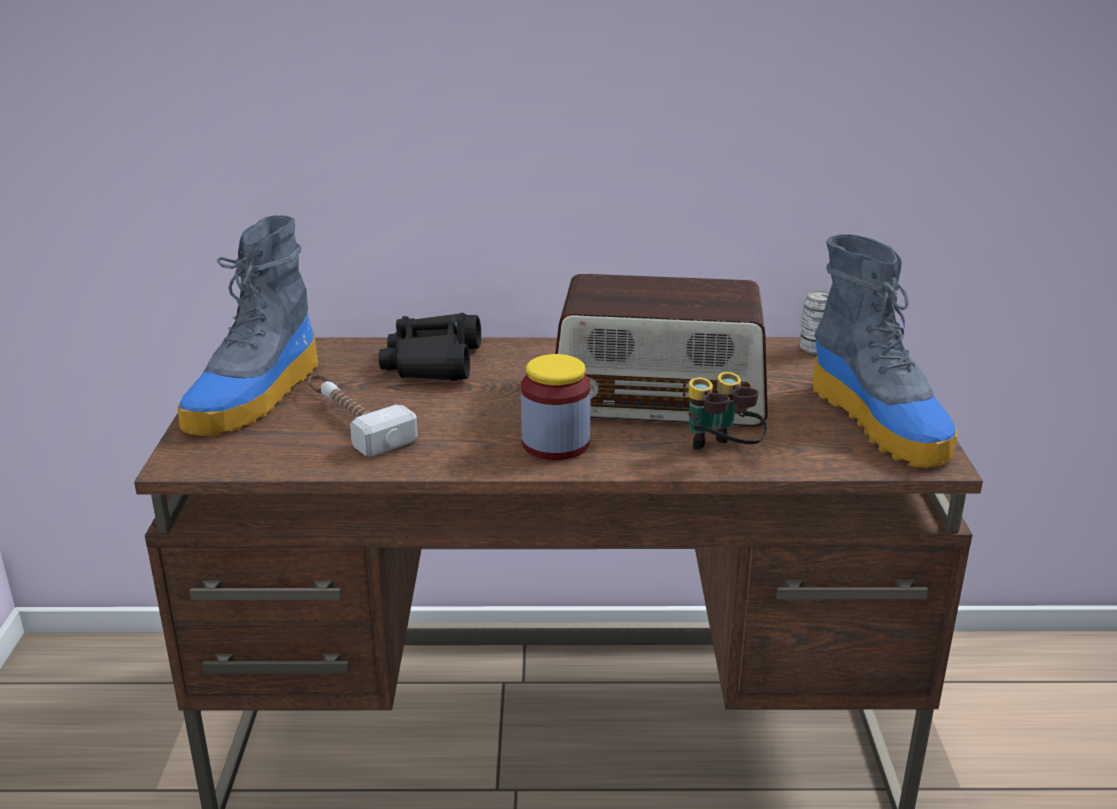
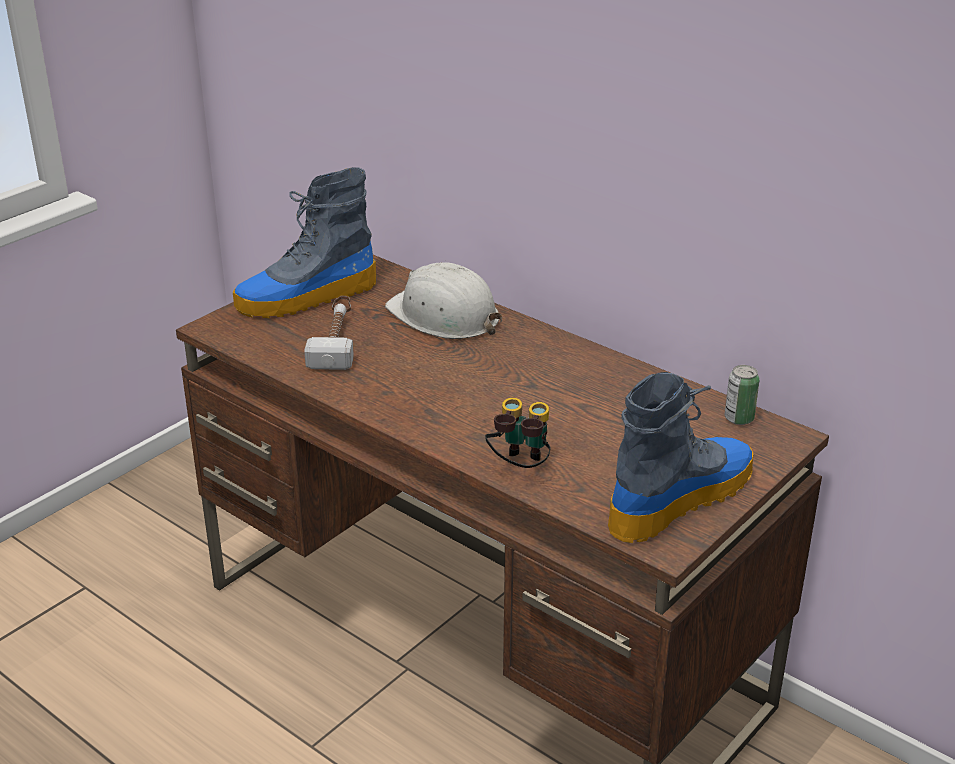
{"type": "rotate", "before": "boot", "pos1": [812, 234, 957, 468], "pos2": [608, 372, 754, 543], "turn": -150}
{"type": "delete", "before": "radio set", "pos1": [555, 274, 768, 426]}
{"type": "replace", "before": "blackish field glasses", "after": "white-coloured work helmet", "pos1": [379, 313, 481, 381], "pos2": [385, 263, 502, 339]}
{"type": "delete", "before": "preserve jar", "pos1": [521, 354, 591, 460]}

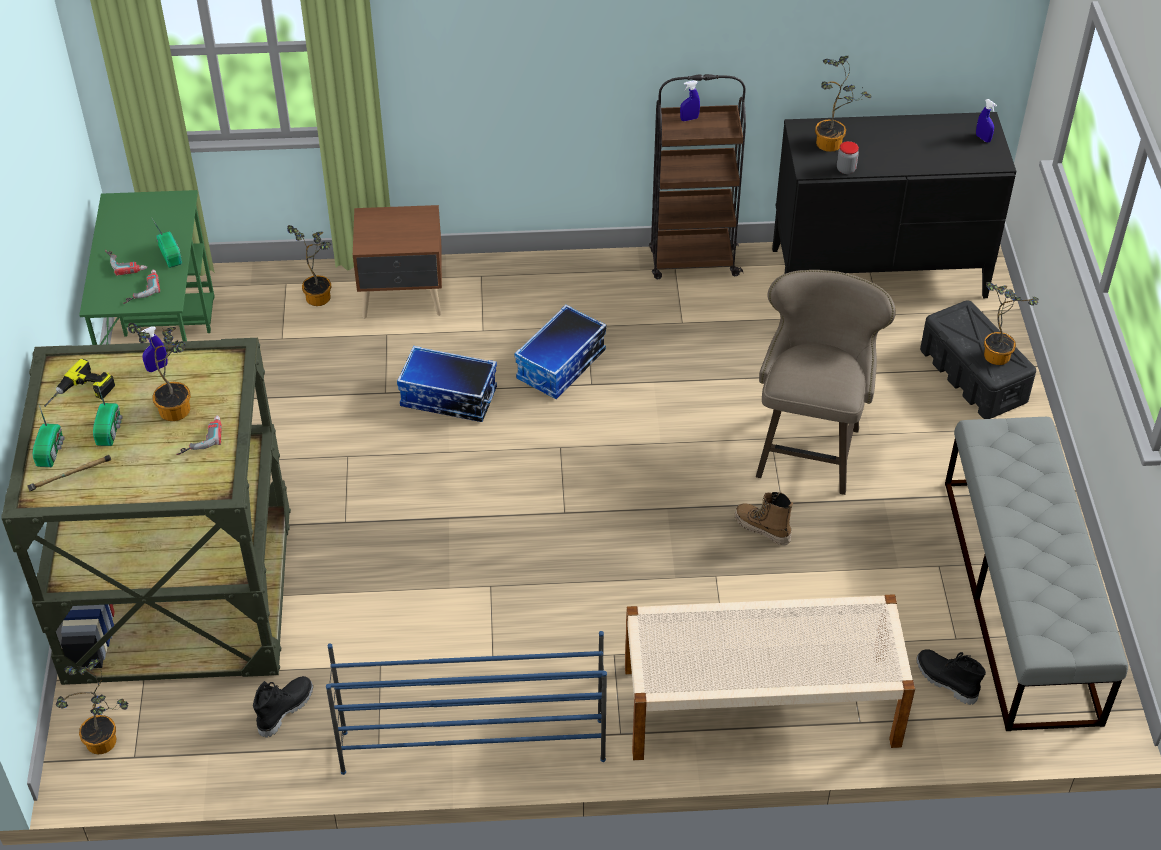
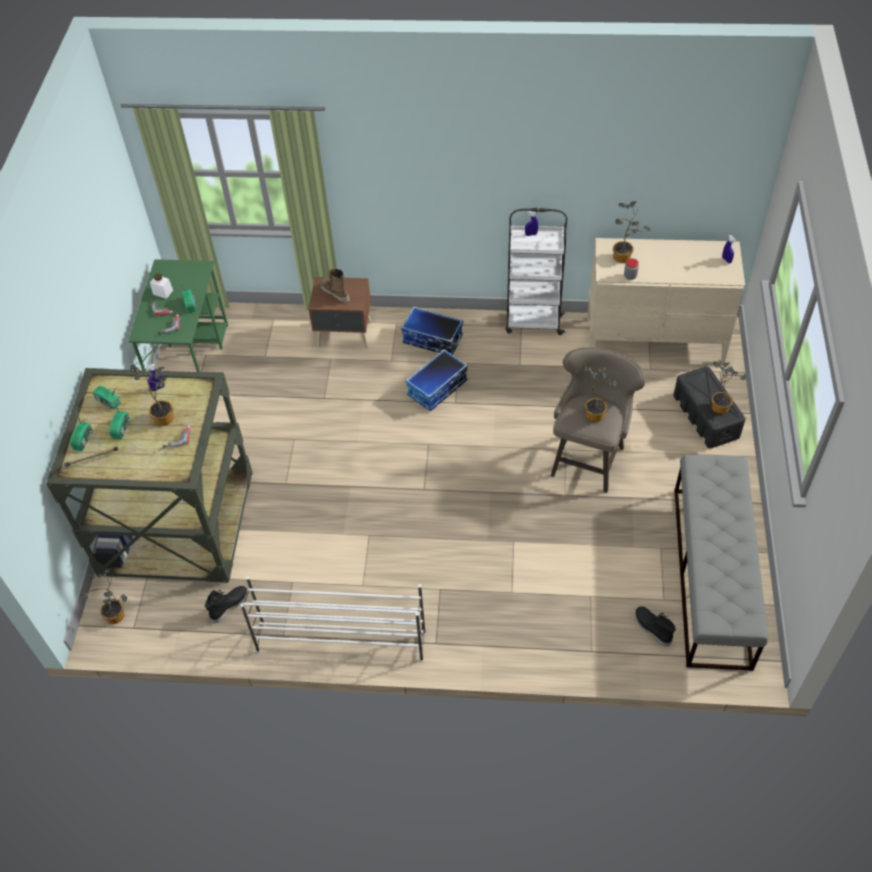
{"type": "recolor", "before": "brownish wheeled cart", "after": "white-coloured wheeled cart", "pos1": [649, 74, 746, 279], "pos2": [505, 208, 567, 335]}
{"type": "recolor", "before": "blackish cabinet", "after": "beige-coloured cabinet", "pos1": [772, 112, 1016, 298], "pos2": [587, 238, 745, 363]}
{"type": "move", "before": "potted plant", "pos1": [287, 225, 331, 306], "pos2": [583, 364, 617, 422]}
{"type": "move", "before": "storage box", "pos1": [397, 346, 497, 422], "pos2": [401, 307, 463, 355]}
{"type": "replace", "before": "electric drill", "after": "radio set", "pos1": [44, 359, 115, 407], "pos2": [93, 386, 121, 410]}
{"type": "move", "before": "boot", "pos1": [734, 492, 793, 545], "pos2": [320, 269, 350, 303]}
{"type": "delete", "before": "beige-coloured long seat", "pos1": [625, 594, 915, 760]}
{"type": "recolor", "before": "bluish shoe rack", "after": "white-coloured shoe rack", "pos1": [326, 631, 607, 775], "pos2": [240, 576, 426, 661]}
{"type": "insert", "after": "white-coloured preserve jar", "pos2": [150, 274, 173, 299]}

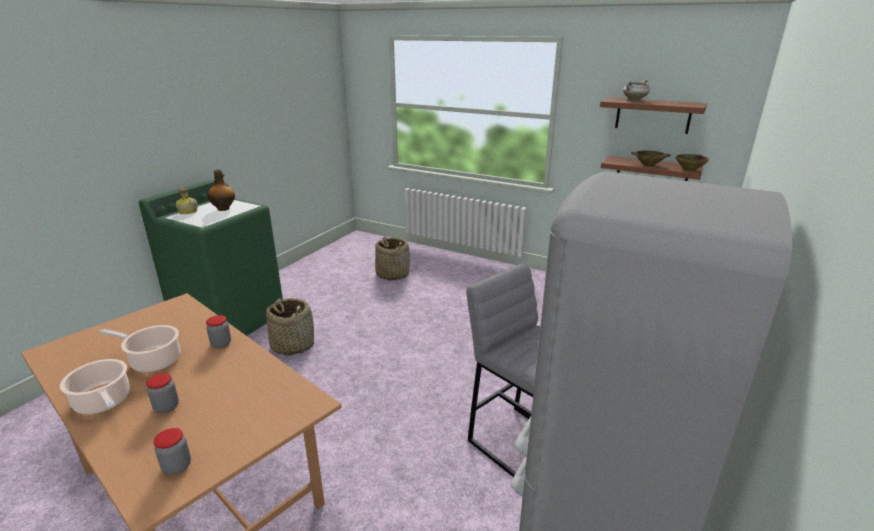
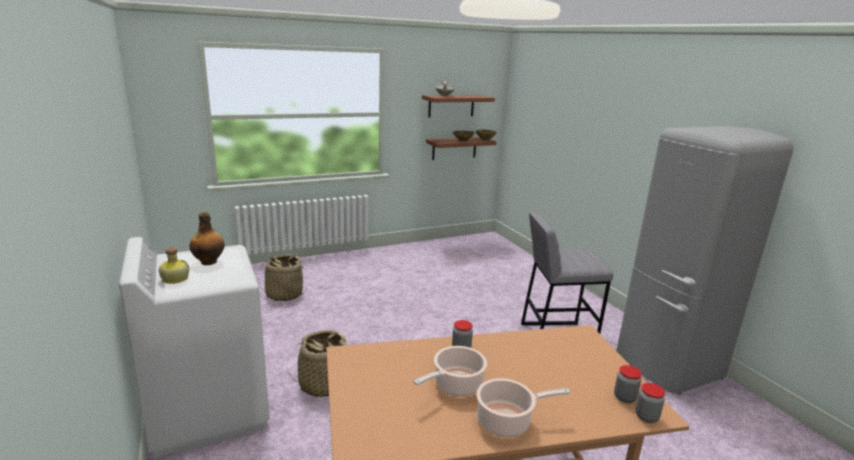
{"type": "recolor", "before": "green-coloured laundry appliance", "after": "white-coloured laundry appliance", "pos1": [139, 180, 283, 336], "pos2": [119, 237, 270, 458]}
{"type": "move", "before": "preserve jar", "pos1": [146, 373, 179, 413], "pos2": [635, 383, 665, 423]}

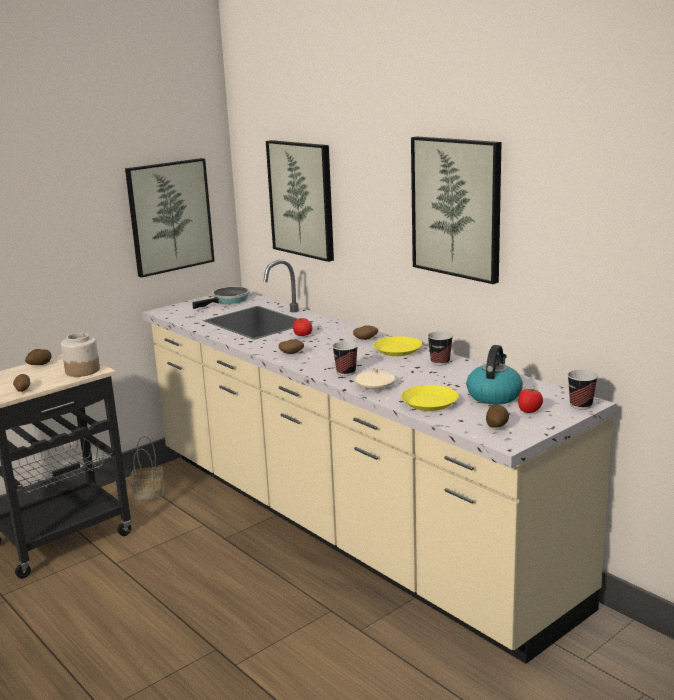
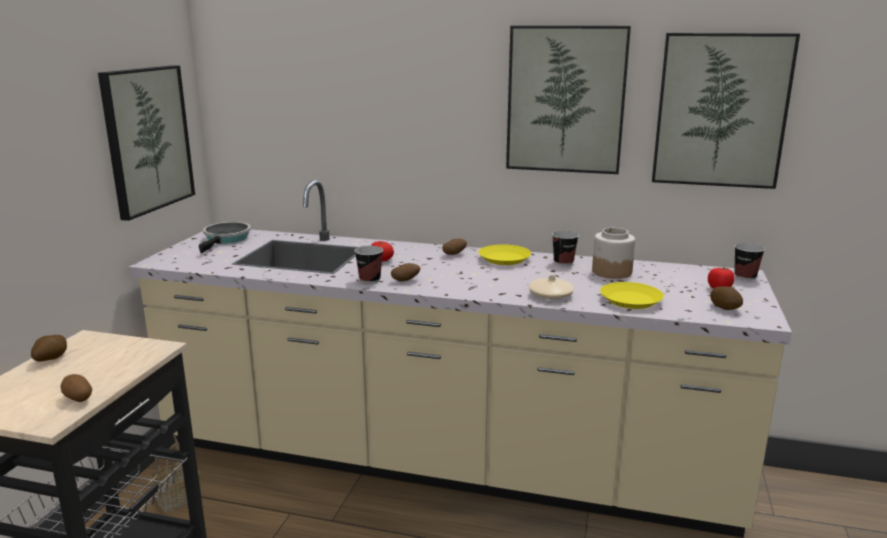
{"type": "move", "before": "wall picture", "pos1": [266, 140, 334, 262], "pos2": [652, 33, 800, 189]}
{"type": "move", "before": "preserve jar", "pos1": [61, 333, 100, 377], "pos2": [592, 228, 635, 279]}
{"type": "move", "before": "cup", "pos1": [332, 341, 358, 376], "pos2": [354, 246, 383, 284]}
{"type": "delete", "before": "water kettle", "pos1": [466, 345, 523, 404]}

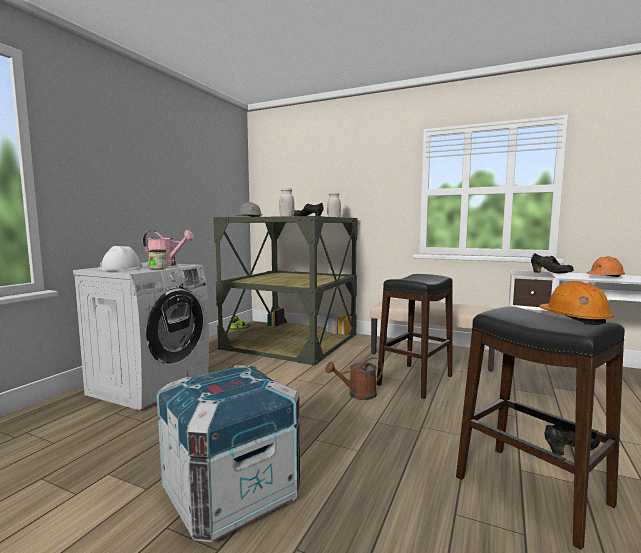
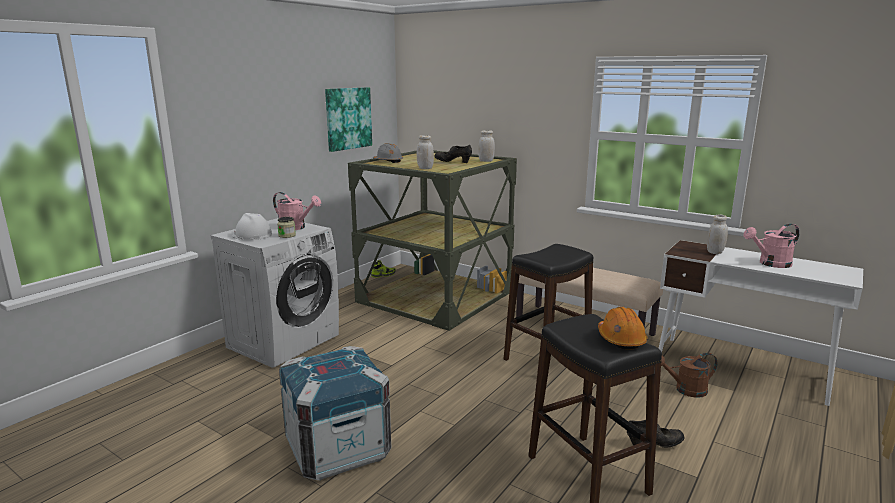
{"type": "replace", "before": "blackish item of footwear", "after": "white-coloured preserve jar", "pos1": [531, 253, 574, 273], "pos2": [707, 215, 728, 254]}
{"type": "replace", "before": "orange work helmet", "after": "pink-coloured watering can", "pos1": [587, 256, 625, 277], "pos2": [743, 224, 800, 268]}
{"type": "move", "before": "brownish watering can", "pos1": [326, 357, 383, 400], "pos2": [661, 353, 717, 398]}
{"type": "insert", "after": "wall picture", "pos2": [325, 87, 372, 152]}

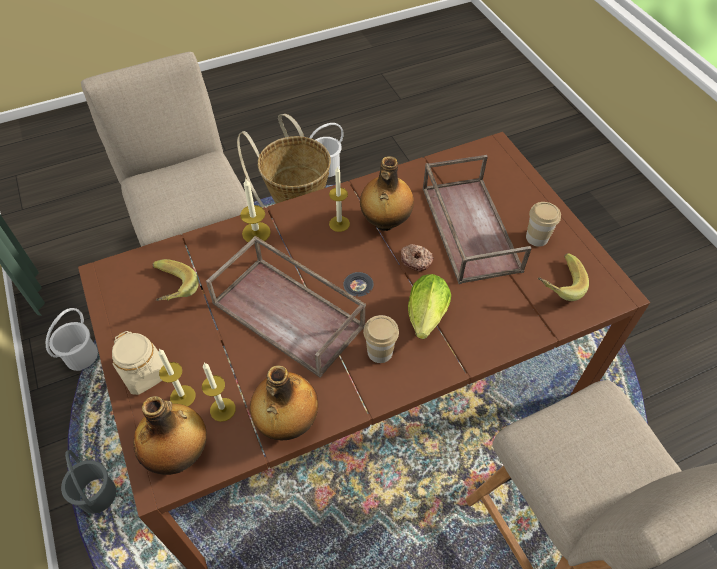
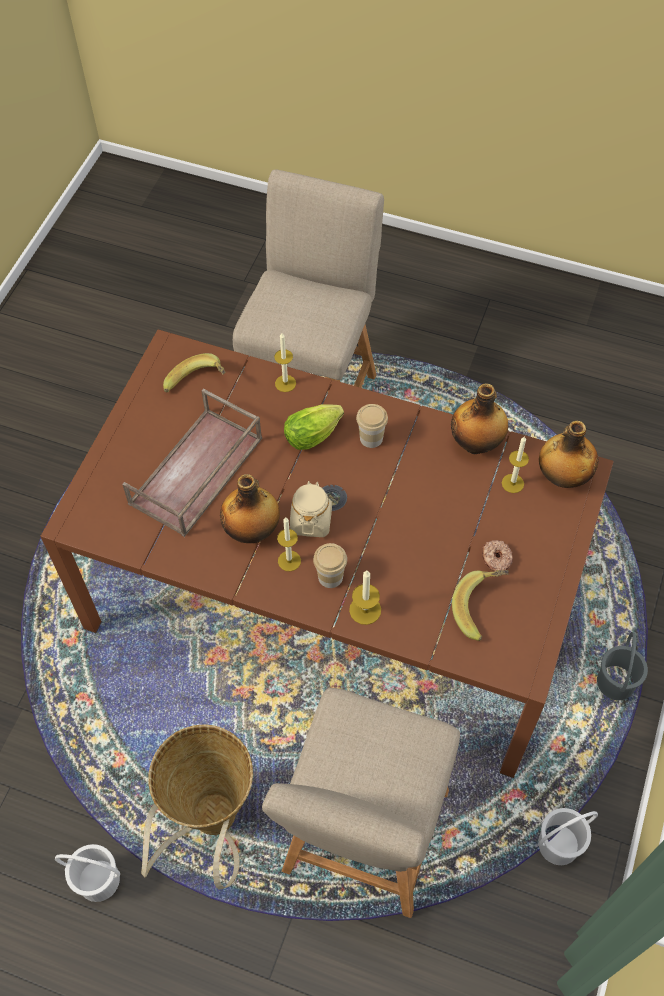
{"type": "move", "before": "cup", "pos1": [526, 202, 561, 247], "pos2": [313, 543, 347, 588]}
{"type": "delete", "before": "brownish tray", "pos1": [206, 236, 366, 378]}
{"type": "move", "before": "donut", "pos1": [401, 244, 434, 271], "pos2": [482, 540, 513, 571]}
{"type": "move", "before": "beige-coloured preserve jar", "pos1": [112, 331, 164, 395], "pos2": [290, 481, 332, 537]}
{"type": "move", "before": "candle", "pos1": [158, 349, 196, 406], "pos2": [274, 333, 296, 392]}

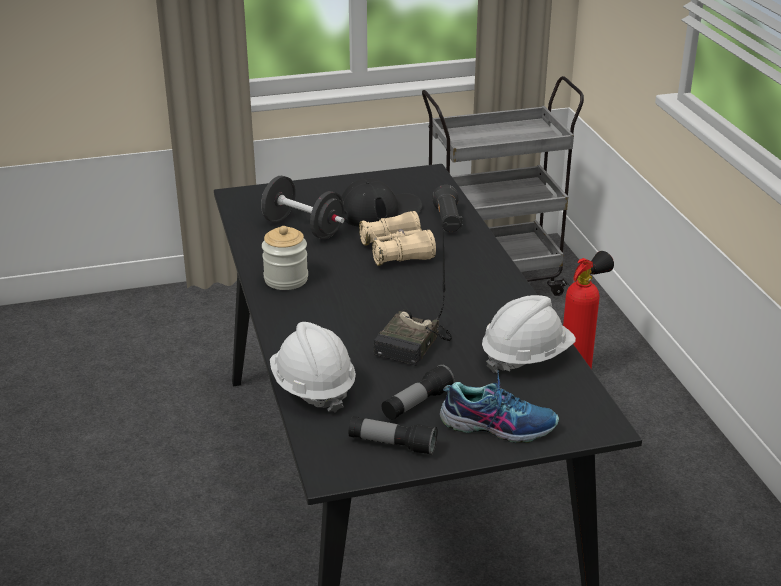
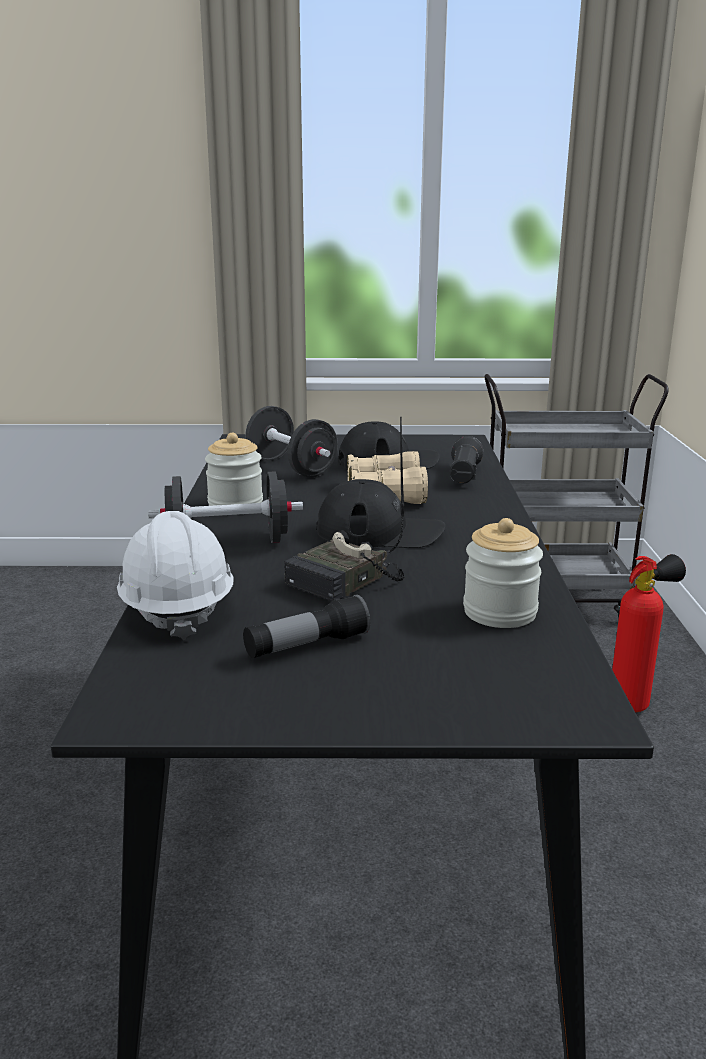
{"type": "replace", "before": "white-coloured work helmet", "after": "preserve jar", "pos1": [482, 295, 576, 373], "pos2": [463, 518, 543, 628]}
{"type": "delete", "before": "item of footwear", "pos1": [440, 371, 559, 443]}
{"type": "delete", "before": "torch", "pos1": [348, 416, 438, 455]}
{"type": "insert", "after": "blackish dumbbell", "pos2": [148, 471, 303, 543]}
{"type": "insert", "after": "blackish peaked cap", "pos2": [316, 479, 445, 548]}

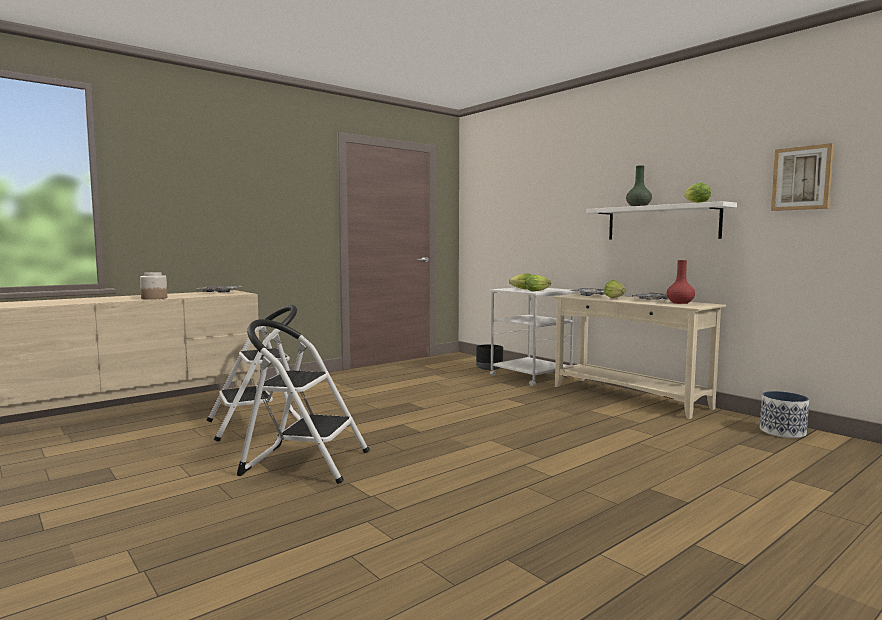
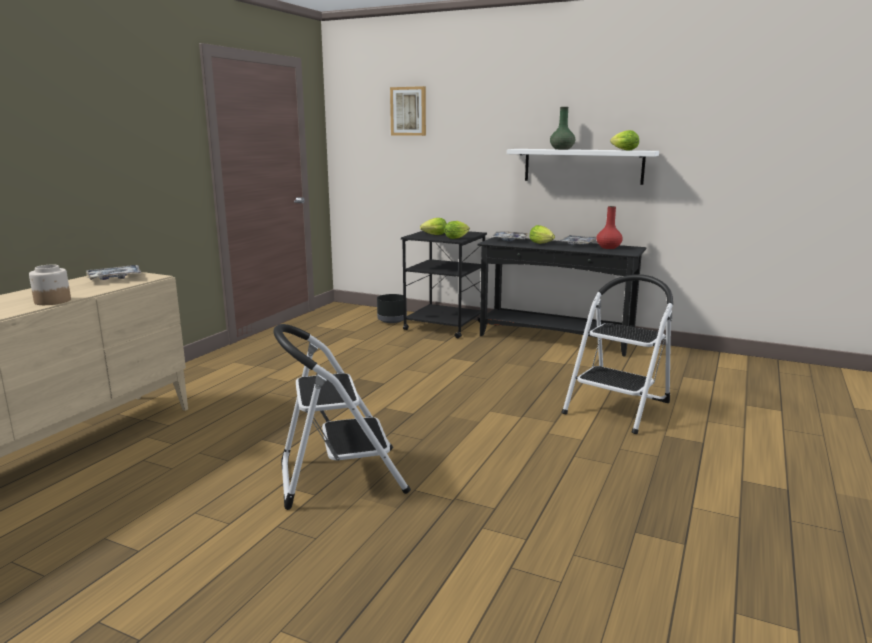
{"type": "move", "before": "wall picture", "pos1": [771, 143, 834, 211], "pos2": [390, 86, 426, 136]}
{"type": "recolor", "before": "white-coloured wheeled cart", "after": "blackish wheeled cart", "pos1": [490, 288, 576, 386], "pos2": [401, 231, 487, 338]}
{"type": "recolor", "before": "beige-coloured console table", "after": "blackish console table", "pos1": [553, 294, 726, 419], "pos2": [477, 237, 646, 357]}
{"type": "move", "before": "step ladder", "pos1": [207, 305, 302, 442], "pos2": [561, 274, 673, 434]}
{"type": "delete", "before": "plant pot", "pos1": [760, 391, 809, 438]}

